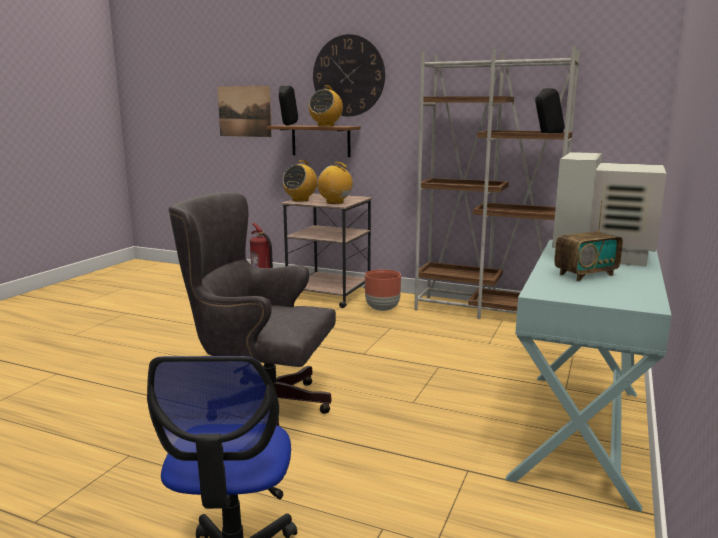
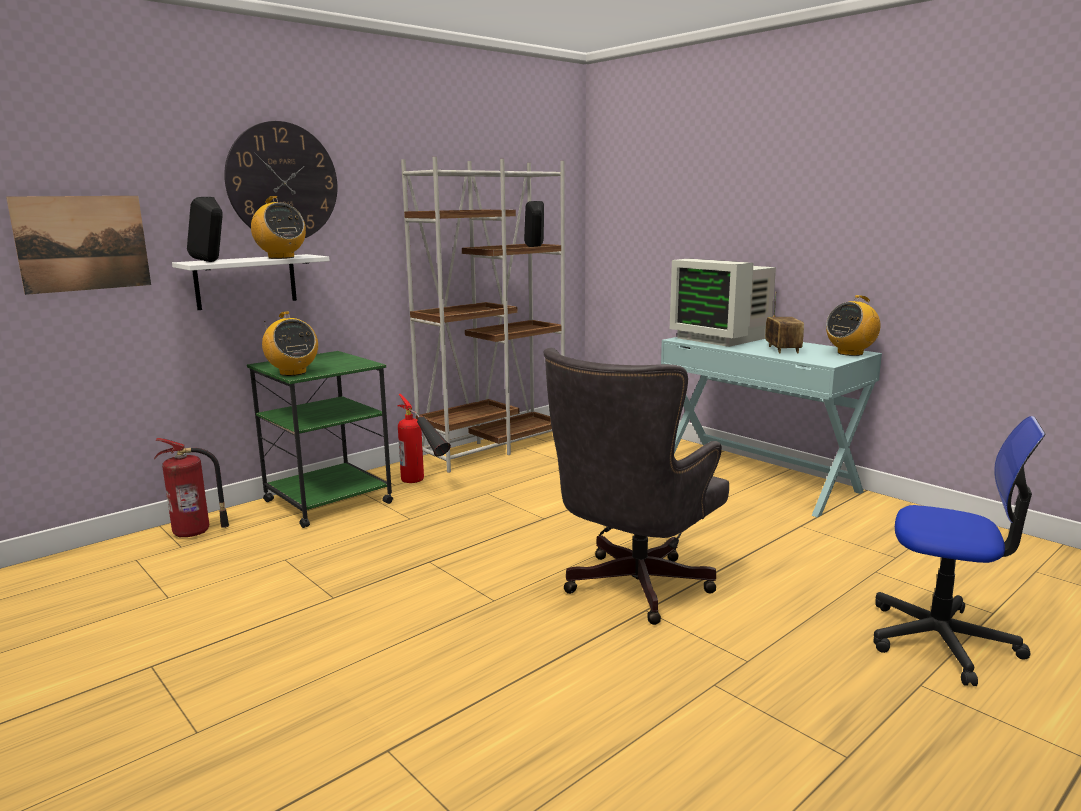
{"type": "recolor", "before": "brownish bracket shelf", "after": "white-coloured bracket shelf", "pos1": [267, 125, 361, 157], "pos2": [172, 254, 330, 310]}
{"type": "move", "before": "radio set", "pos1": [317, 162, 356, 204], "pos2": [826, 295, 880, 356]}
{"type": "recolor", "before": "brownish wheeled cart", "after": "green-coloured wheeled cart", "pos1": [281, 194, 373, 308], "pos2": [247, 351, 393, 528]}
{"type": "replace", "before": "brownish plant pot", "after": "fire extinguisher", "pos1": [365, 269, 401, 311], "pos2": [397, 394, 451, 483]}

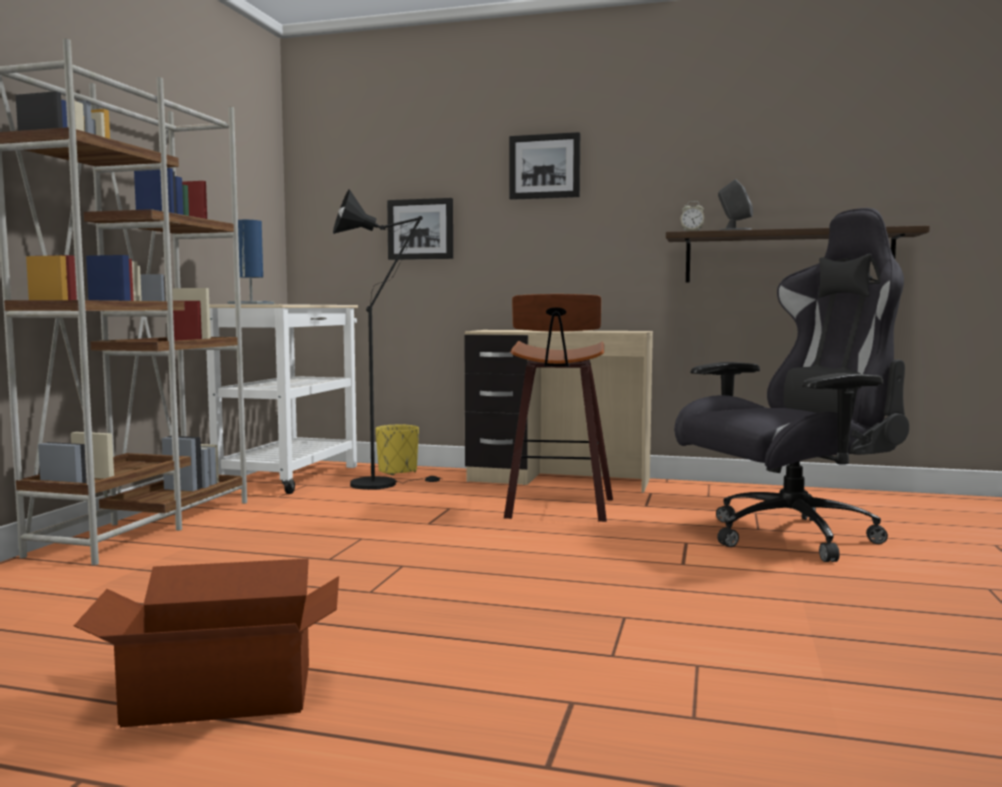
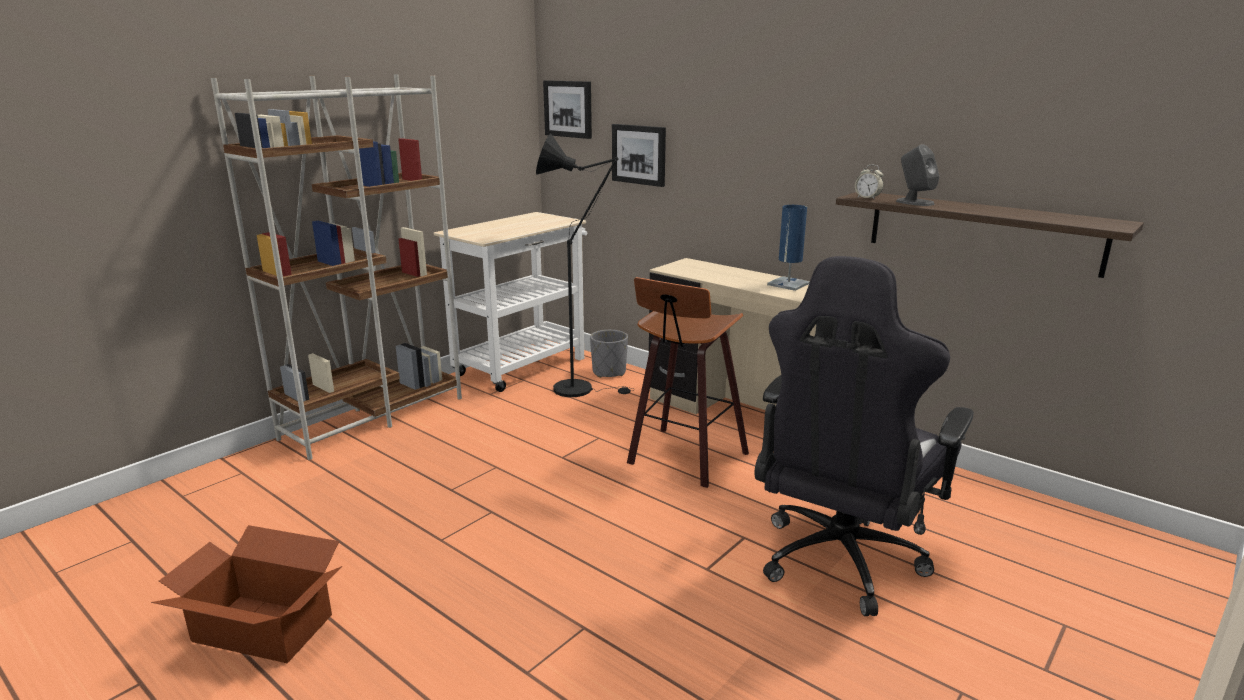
{"type": "move", "before": "wall picture", "pos1": [509, 132, 580, 200], "pos2": [543, 80, 592, 139]}
{"type": "rotate", "before": "blackish computer chair", "pos1": [674, 208, 909, 562], "pos2": [754, 256, 974, 616], "turn": 120}
{"type": "move", "before": "bluish tabletop lamp", "pos1": [228, 220, 274, 304], "pos2": [767, 205, 810, 291]}
{"type": "recolor", "before": "yellowish plant pot", "after": "greyish plant pot", "pos1": [376, 425, 419, 475], "pos2": [590, 330, 628, 378]}

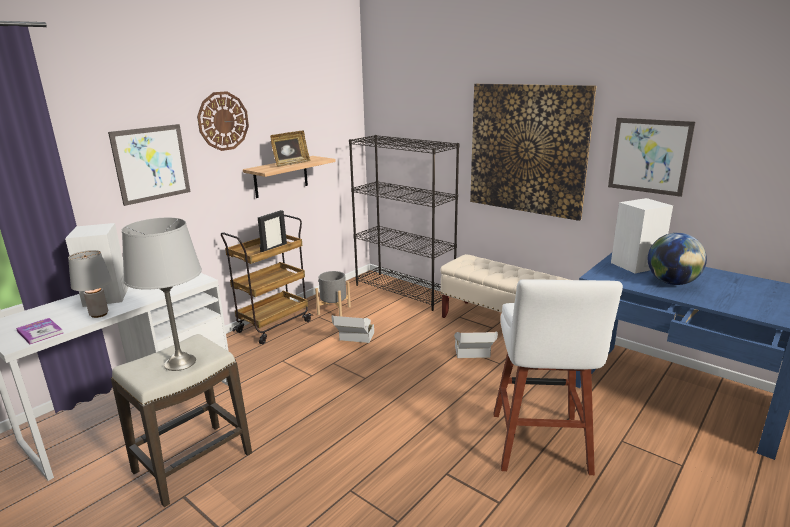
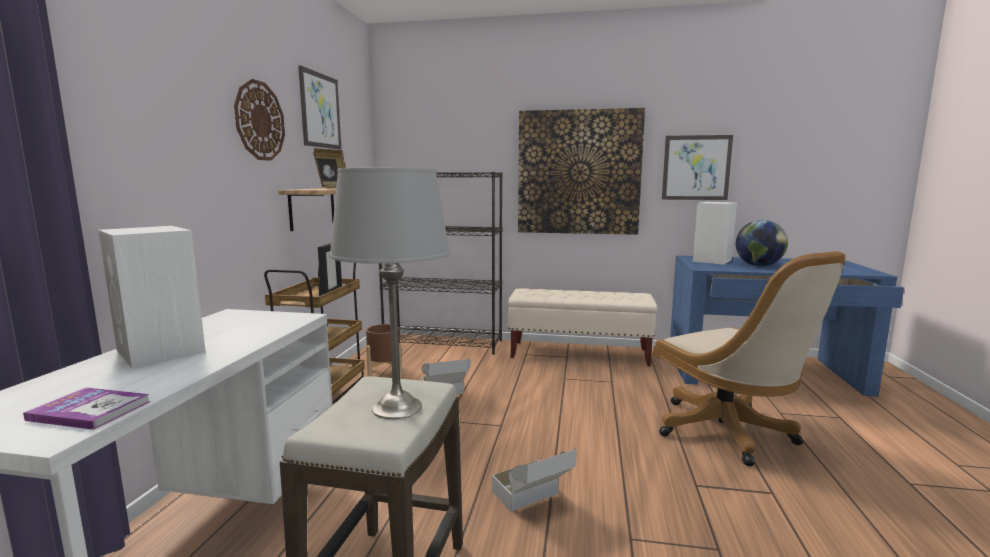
{"type": "move", "before": "wall picture", "pos1": [108, 124, 190, 206], "pos2": [298, 65, 341, 150]}
{"type": "delete", "before": "greyish tabletop lamp", "pos1": [68, 250, 112, 318]}
{"type": "recolor", "before": "greyish plant pot", "after": "brownish plant pot", "pos1": [315, 271, 351, 317], "pos2": [366, 324, 402, 378]}
{"type": "replace", "before": "white-coloured stool seat", "after": "computer chair", "pos1": [493, 279, 623, 475], "pos2": [653, 251, 845, 466]}
{"type": "move", "before": "cardboard box", "pos1": [454, 331, 498, 358], "pos2": [492, 447, 577, 512]}

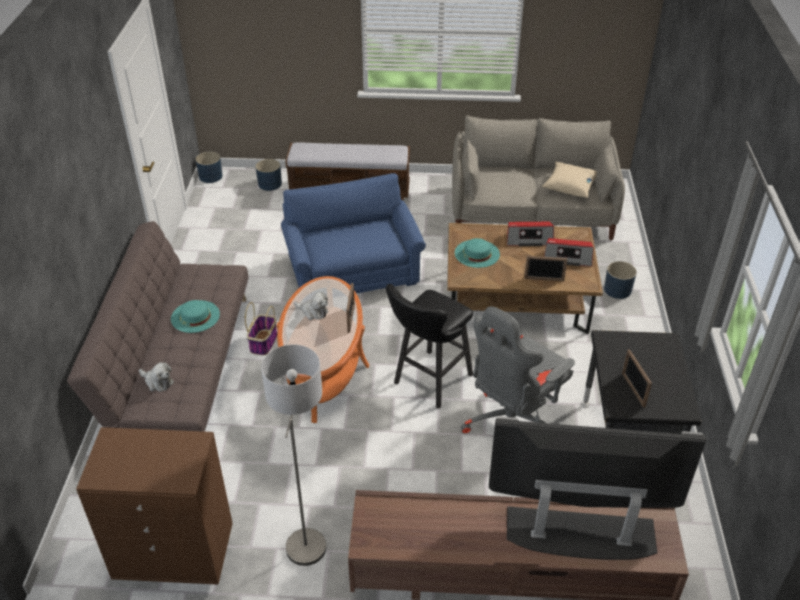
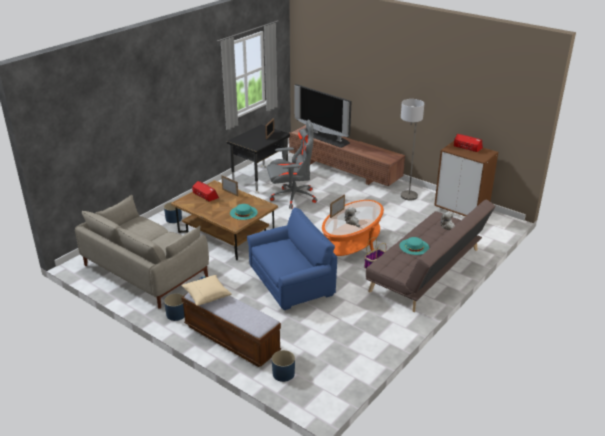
{"type": "move", "before": "bluish plant pot", "pos1": [195, 152, 223, 183], "pos2": [164, 293, 185, 321]}
{"type": "move", "before": "beige-coloured throw pillow", "pos1": [542, 162, 597, 198], "pos2": [182, 275, 232, 306]}
{"type": "rotate", "before": "bluish easy chair", "pos1": [281, 173, 426, 294], "pos2": [247, 208, 337, 310], "turn": -135}
{"type": "move", "before": "radio set", "pos1": [507, 222, 554, 246], "pos2": [454, 134, 483, 152]}
{"type": "delete", "before": "blackish stool seat", "pos1": [386, 284, 473, 409]}

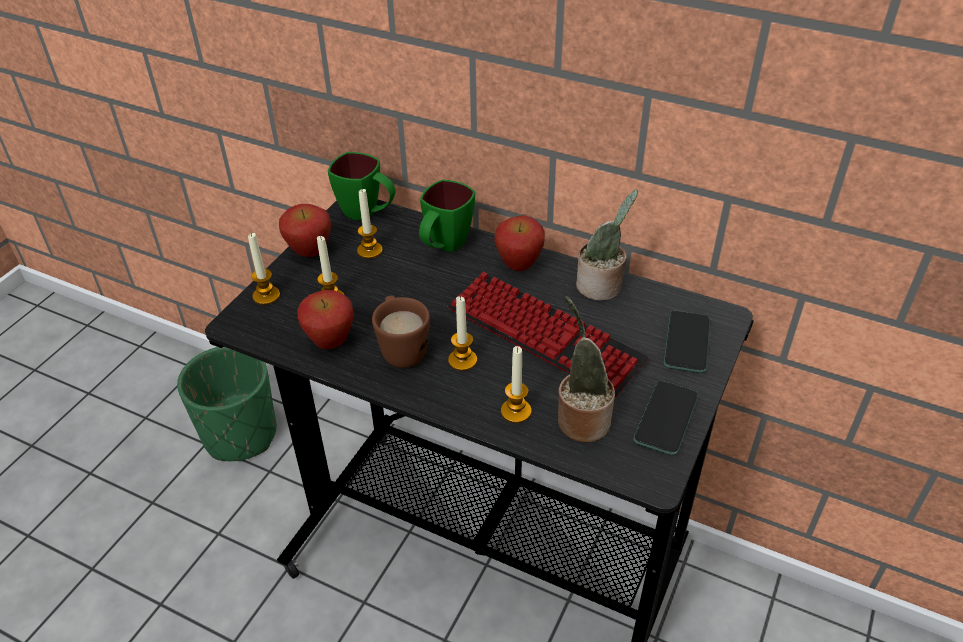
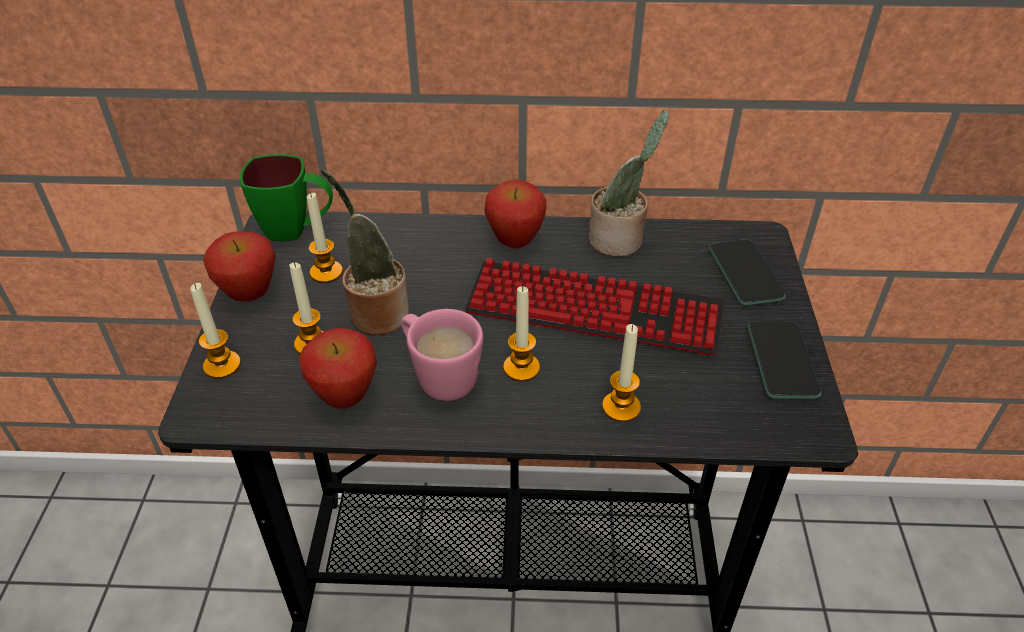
{"type": "delete", "before": "green-coloured mug", "pos1": [419, 180, 475, 252]}
{"type": "recolor", "before": "brownish mug", "after": "pink-coloured mug", "pos1": [372, 295, 430, 368], "pos2": [401, 309, 483, 401]}
{"type": "move", "before": "potted plant", "pos1": [558, 296, 615, 443], "pos2": [321, 169, 409, 336]}
{"type": "delete", "before": "green-coloured plant pot", "pos1": [177, 346, 276, 461]}

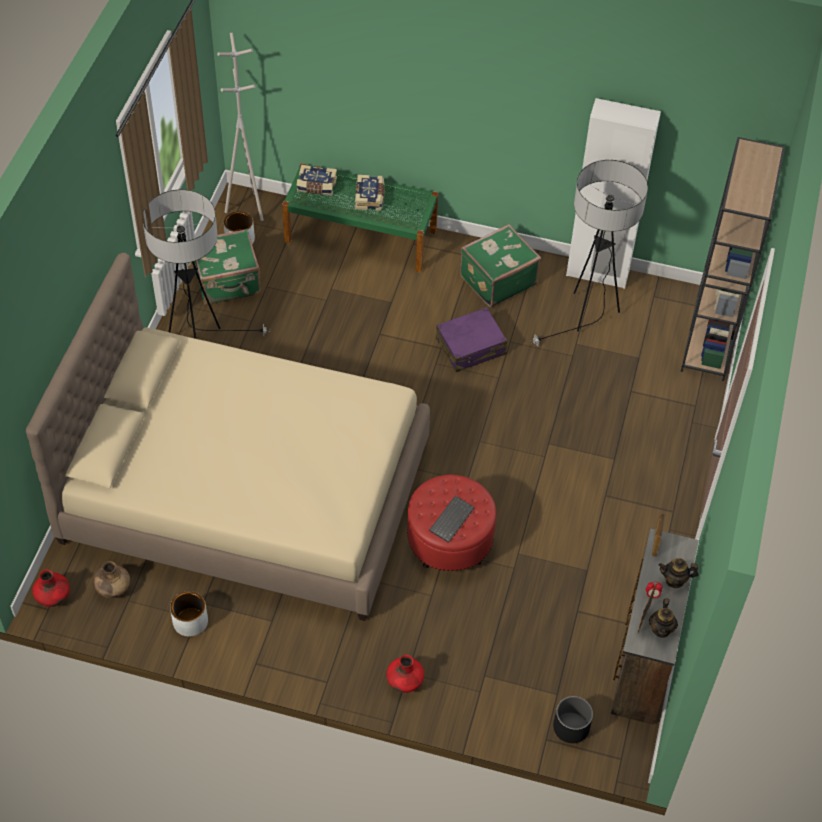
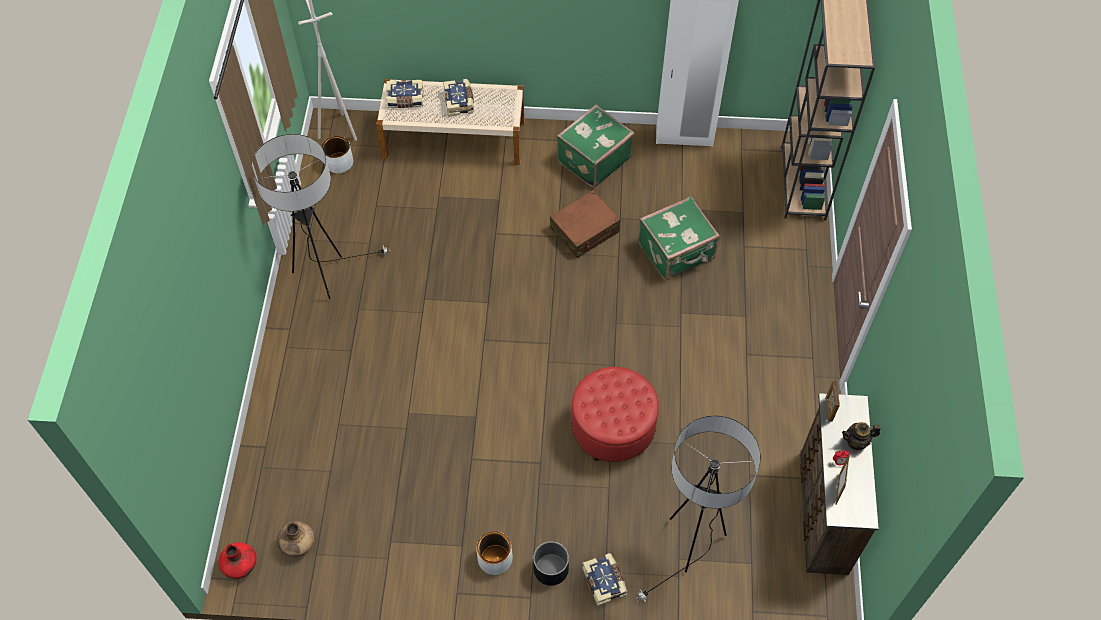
{"type": "move", "before": "standard lamp", "pos1": [530, 160, 648, 347], "pos2": [636, 416, 761, 602]}
{"type": "recolor", "before": "green-coloured long seat", "after": "beige-coloured long seat", "pos1": [282, 163, 438, 273], "pos2": [377, 79, 524, 165]}
{"type": "move", "before": "green-coloured suitcase", "pos1": [194, 229, 261, 305], "pos2": [638, 196, 720, 280]}
{"type": "delete", "before": "beige-coloured bedroom bed", "pos1": [26, 253, 430, 621]}
{"type": "recolor", "before": "purplish suitcase", "after": "brownish suitcase", "pos1": [436, 307, 507, 372], "pos2": [550, 190, 620, 258]}
{"type": "delete", "before": "computer keyboard", "pos1": [429, 496, 475, 543]}
{"type": "move", "before": "white-coloured plant pot", "pos1": [170, 591, 208, 637], "pos2": [477, 531, 513, 575]}
{"type": "delete", "before": "tea pot", "pos1": [649, 598, 678, 638]}
{"type": "replace", "before": "red-coloured vase", "after": "bound book", "pos1": [386, 655, 424, 693], "pos2": [582, 553, 627, 606]}
{"type": "move", "before": "blackish plant pot", "pos1": [553, 696, 593, 743], "pos2": [533, 542, 569, 586]}

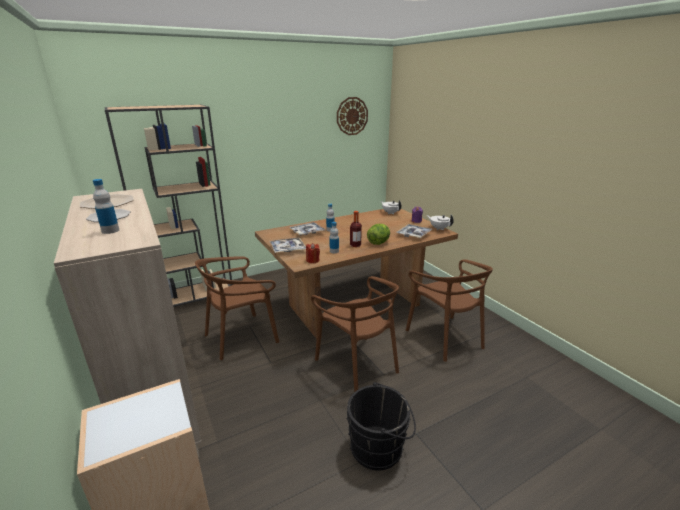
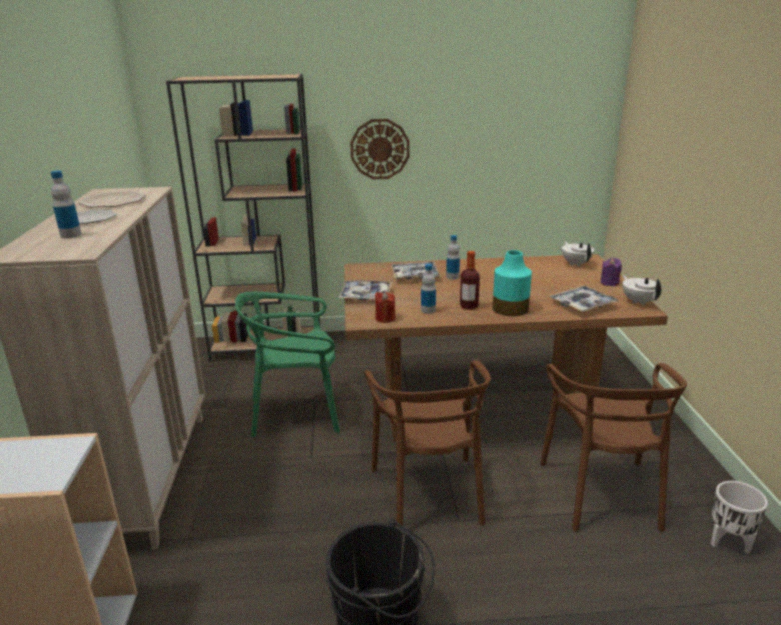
{"type": "move", "before": "clock on the wall", "pos1": [337, 97, 368, 135], "pos2": [350, 119, 410, 179]}
{"type": "replace", "before": "lettuce", "after": "blue-green vase", "pos1": [367, 224, 390, 245], "pos2": [493, 250, 532, 316]}
{"type": "recolor", "before": "brownish chair", "after": "green-coloured chair", "pos1": [195, 256, 280, 360], "pos2": [235, 292, 340, 437]}
{"type": "insert", "after": "white-coloured plant pot", "pos2": [711, 481, 768, 554]}

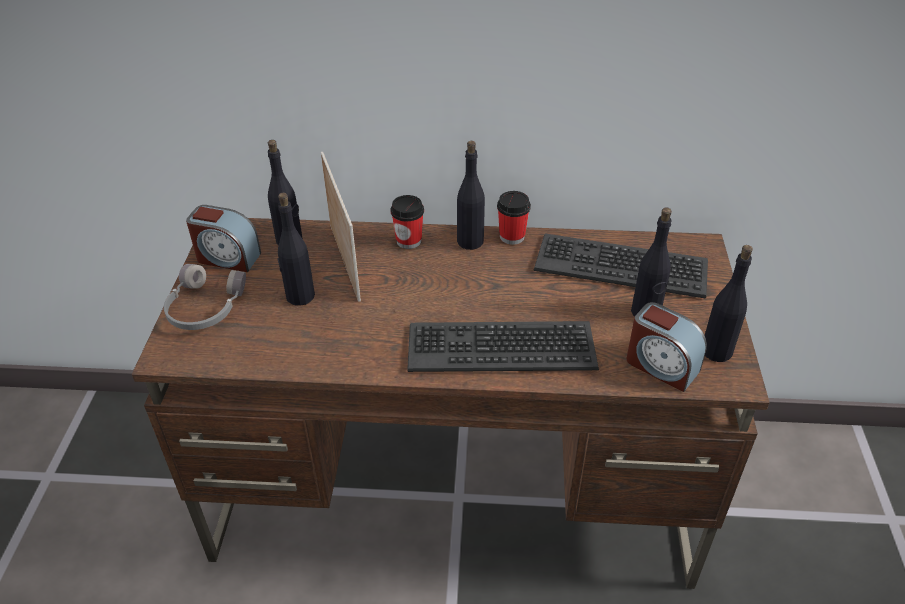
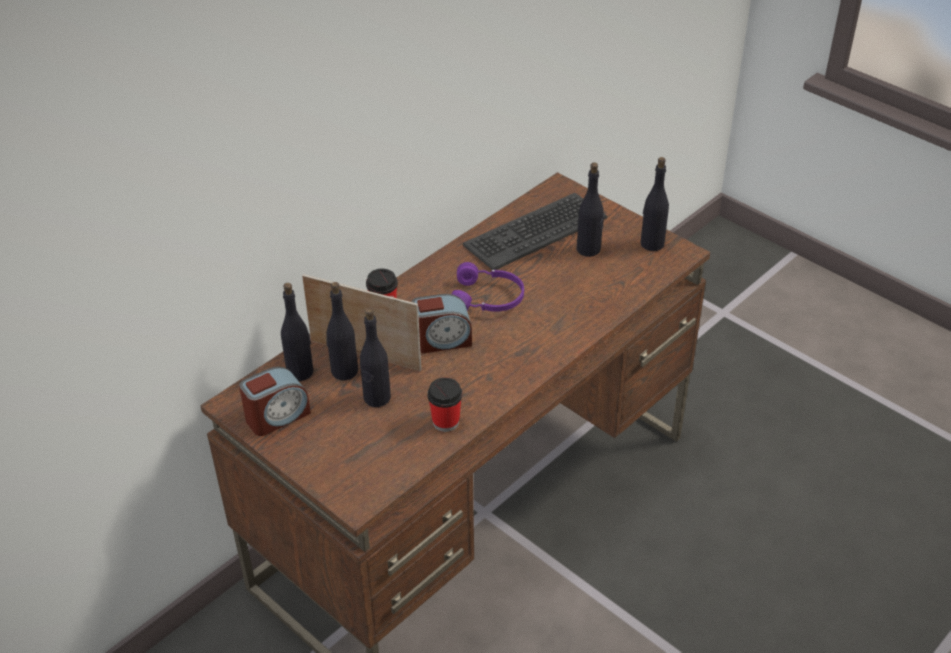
{"type": "move", "before": "blackish drink bottle", "pos1": [457, 141, 485, 250], "pos2": [326, 282, 358, 380]}
{"type": "move", "before": "cup", "pos1": [497, 191, 531, 245], "pos2": [428, 377, 462, 432]}
{"type": "delete", "before": "greyish headset", "pos1": [164, 264, 246, 330]}
{"type": "move", "before": "table clock", "pos1": [626, 302, 707, 392], "pos2": [412, 294, 472, 353]}
{"type": "delete", "before": "computer keyboard", "pos1": [407, 321, 599, 372]}
{"type": "insert", "after": "purplish headset", "pos2": [452, 262, 524, 312]}

